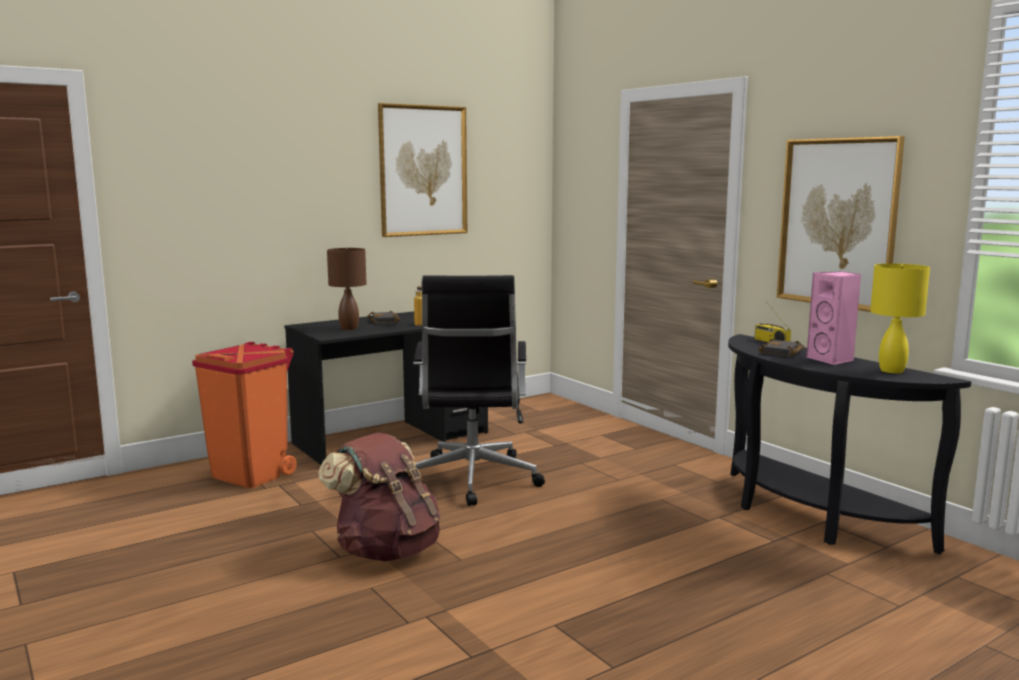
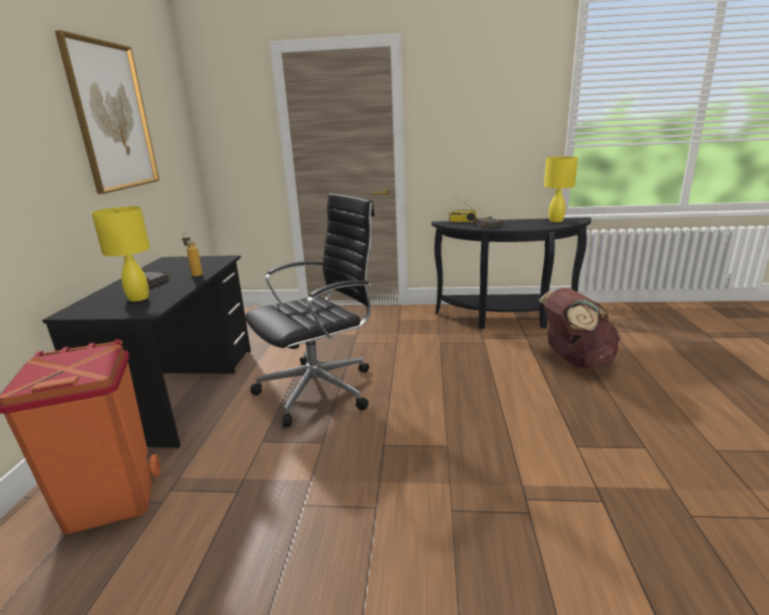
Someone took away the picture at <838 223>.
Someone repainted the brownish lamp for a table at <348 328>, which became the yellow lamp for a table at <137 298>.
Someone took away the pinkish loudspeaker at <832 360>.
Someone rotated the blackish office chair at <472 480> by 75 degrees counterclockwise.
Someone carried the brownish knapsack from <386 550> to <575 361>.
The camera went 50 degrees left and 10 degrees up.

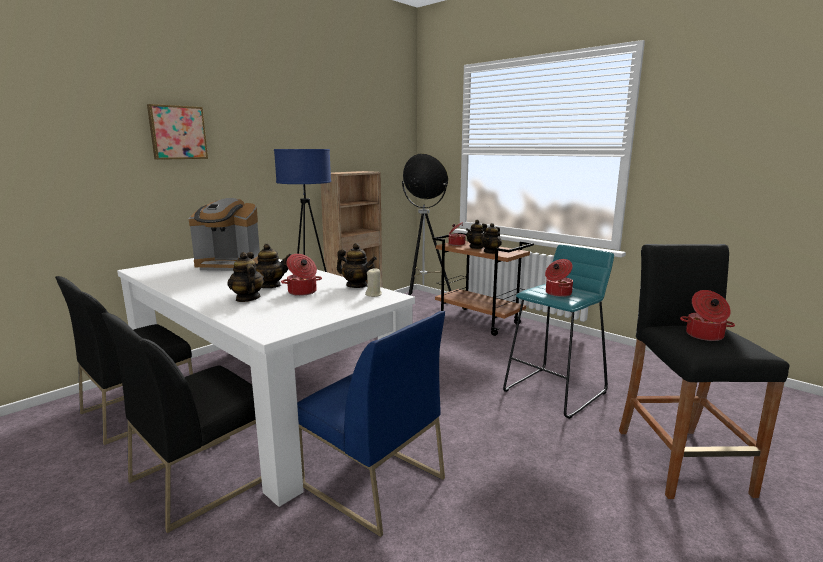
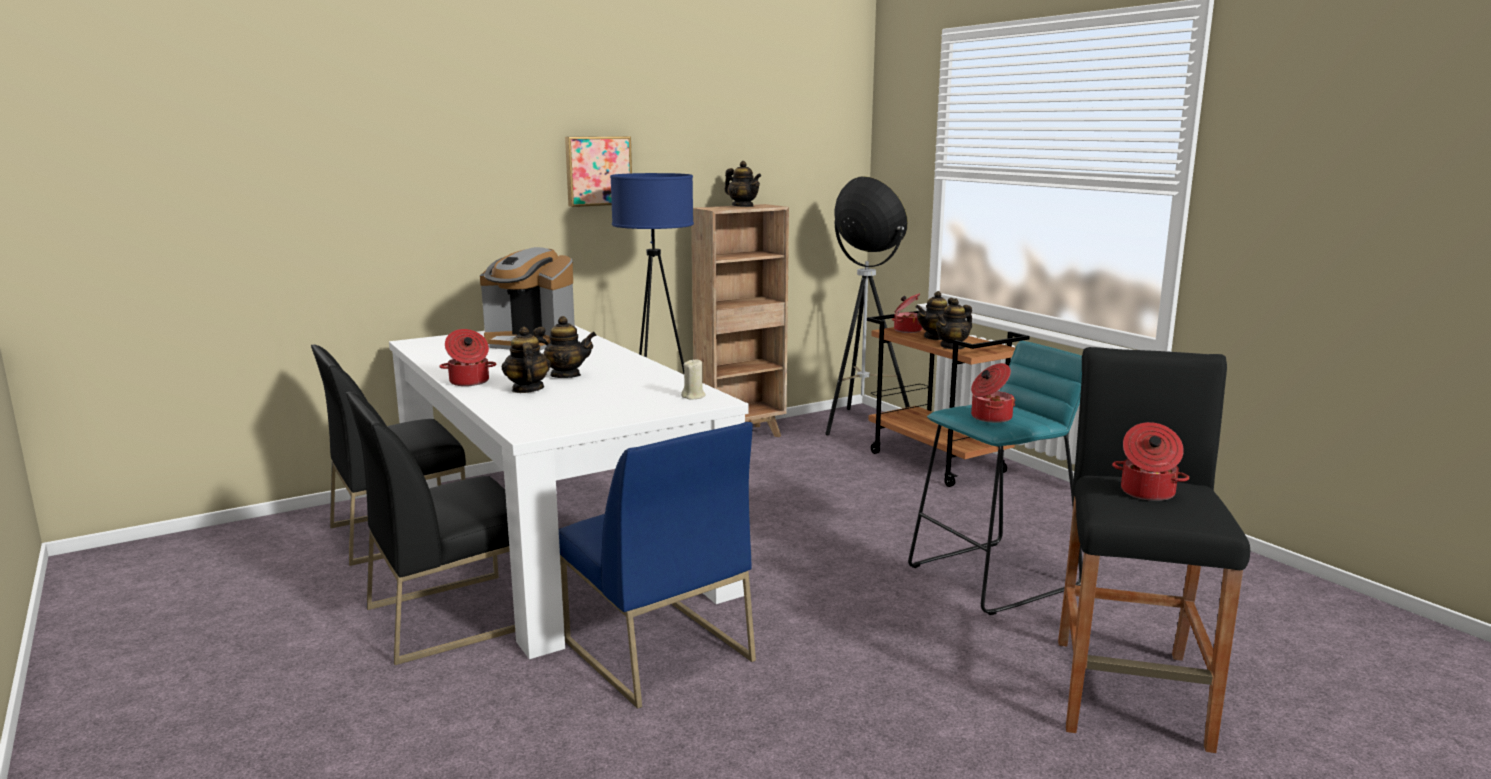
Someone carried the picture from <177 132> to <598 171>.
Someone carried the teapot from <357 286> to <743 206>.
Someone carried the saucepot from <302 292> to <469 382>.
The camera went 15 degrees right and 0 degrees up.

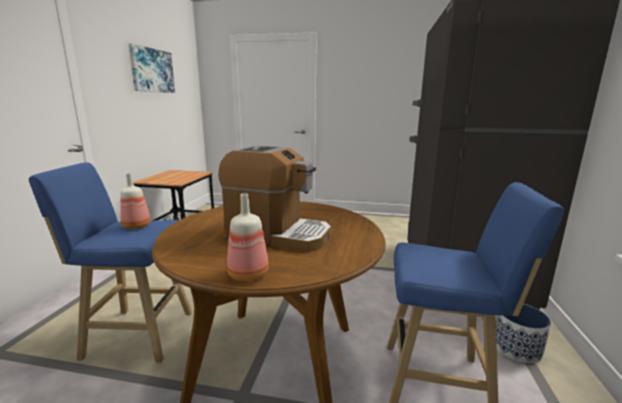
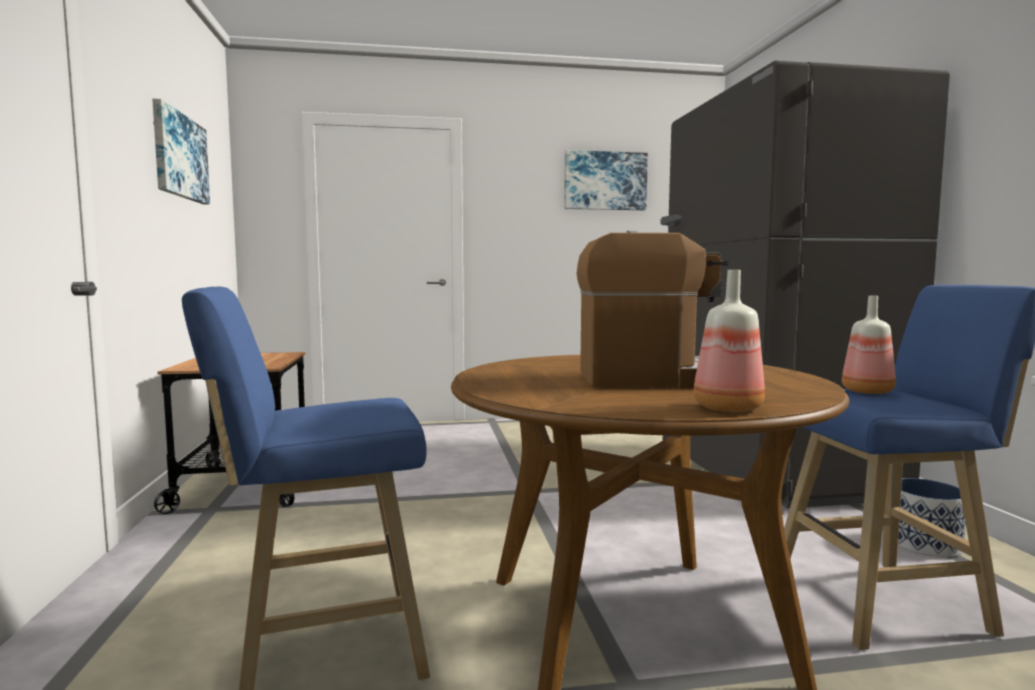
Someone carried the bottle from <137 226> to <868 391>.
Someone put up the picture at <605 181>.
The camera went 20 degrees left and 10 degrees down.

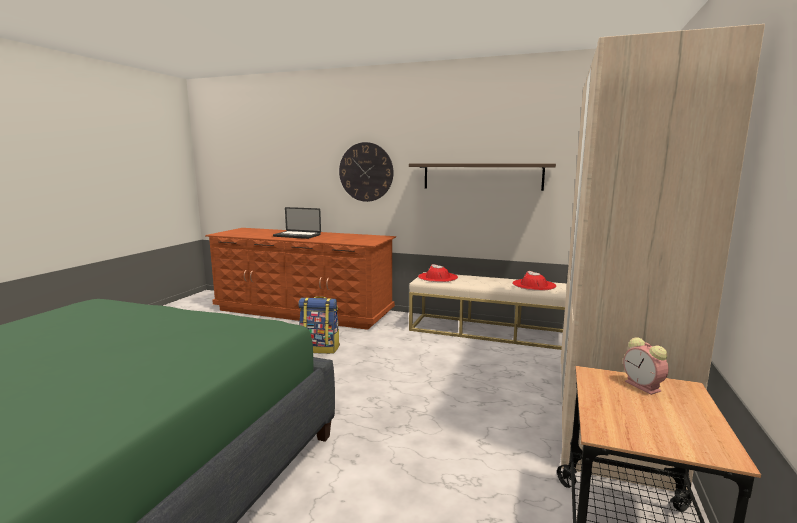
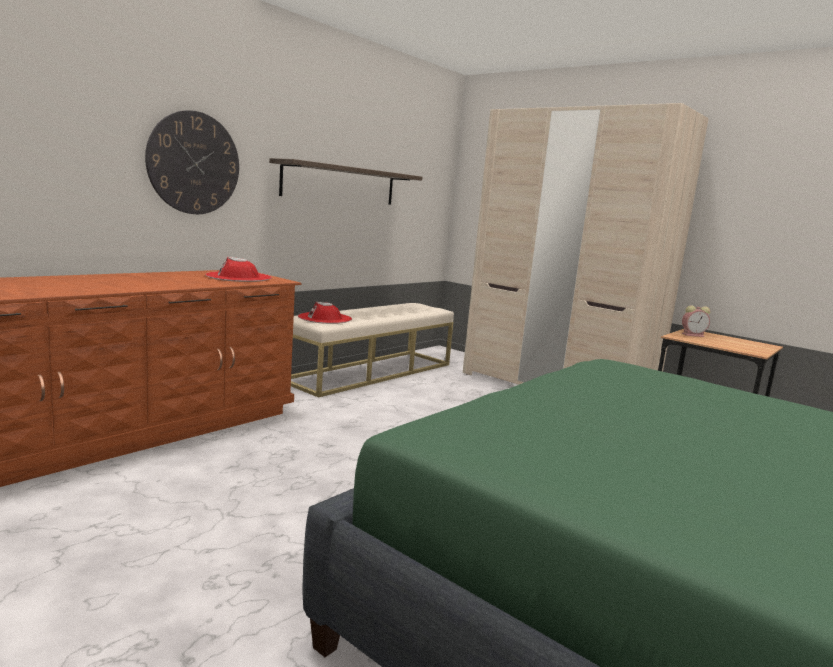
Someone took away the notebook computer at <297 235>.
Someone carried the red clothing hat from <534 285> to <239 277>.
Someone took away the knapsack at <320 348>.
The camera went 70 degrees left and 0 degrees up.

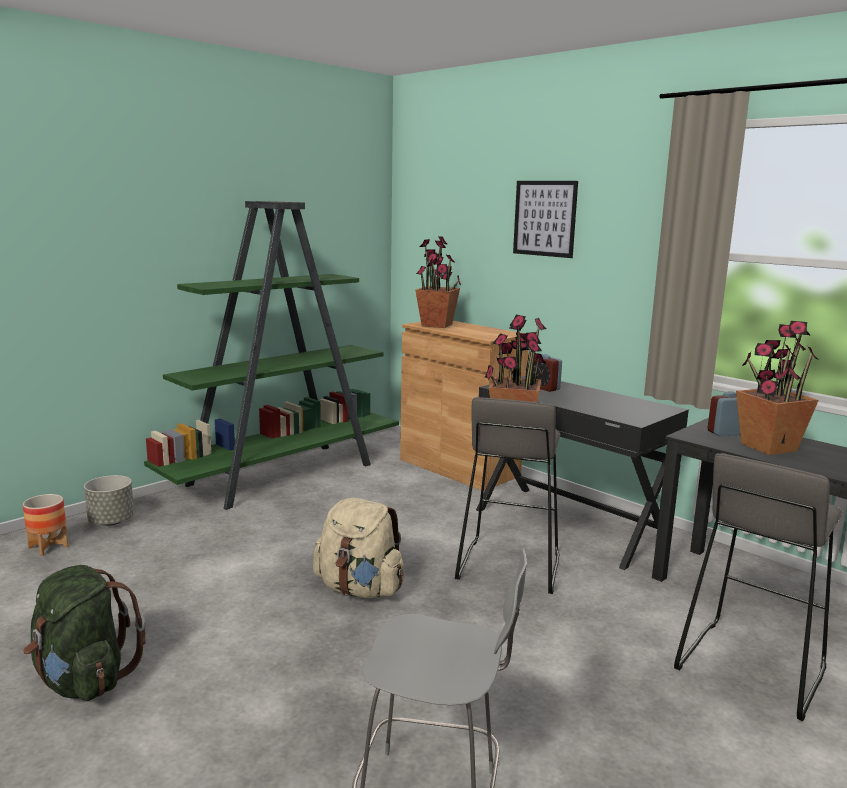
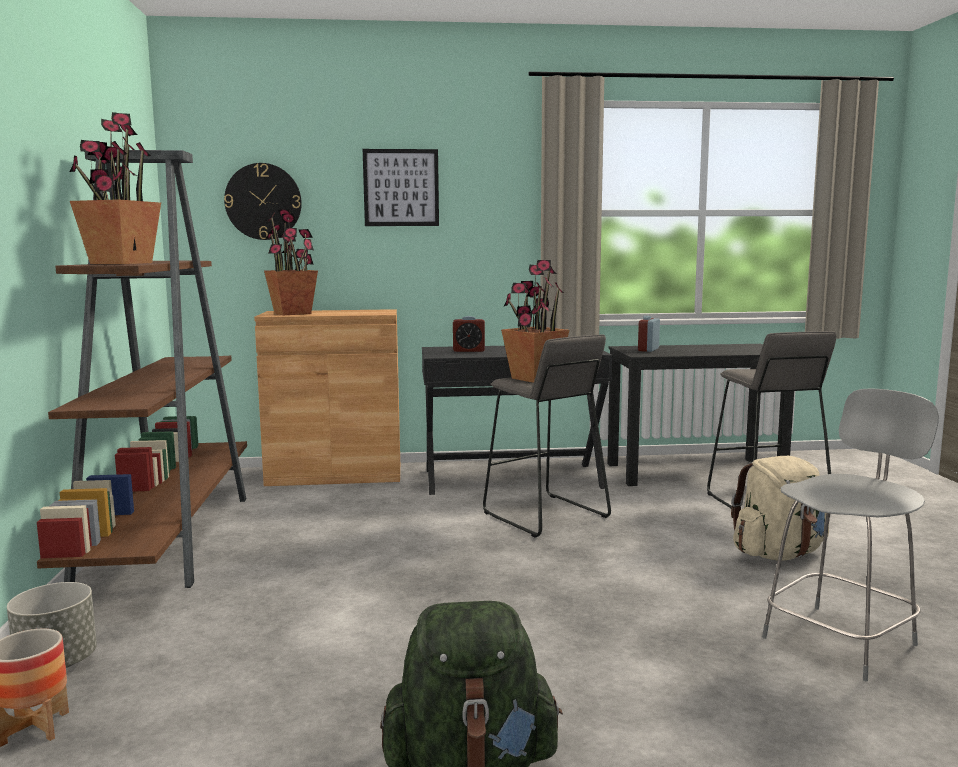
Someone repainted the green-coloured bookshelf at <284 474>, which became the brownish bookshelf at <169 537>.
Someone carried the plant in a pot from <767 447> to <120 263>.
Someone carried the beige knapsack from <360 589> to <778 554>.
Someone put up the hanging clock at <263 201>.
The camera went 50 degrees left and 5 degrees down.

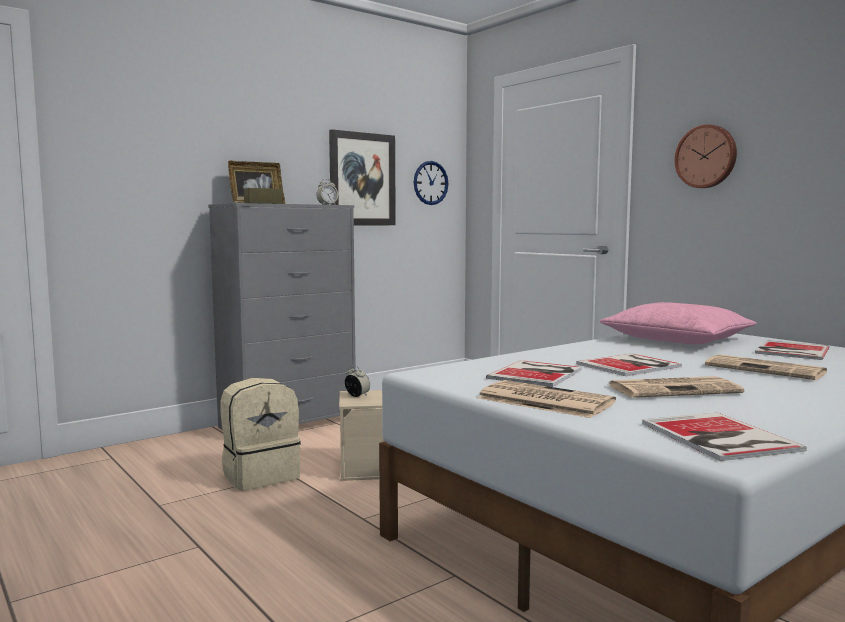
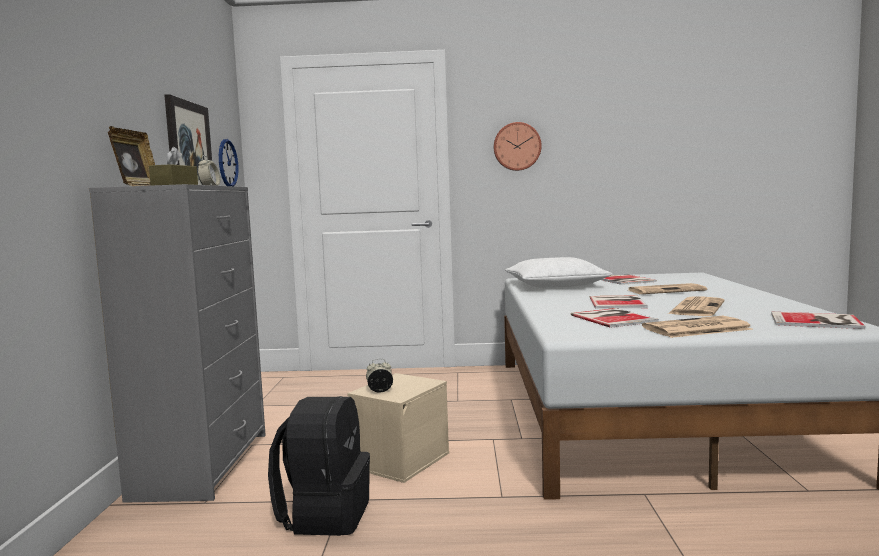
Someone repainted the pinkish throw pillow at <676 340>, which became the white-coloured throw pillow at <555 285>.
Someone repainted the beige knapsack at <260 475>, which became the blackish knapsack at <325 515>.
The camera went 50 degrees left and 0 degrees up.

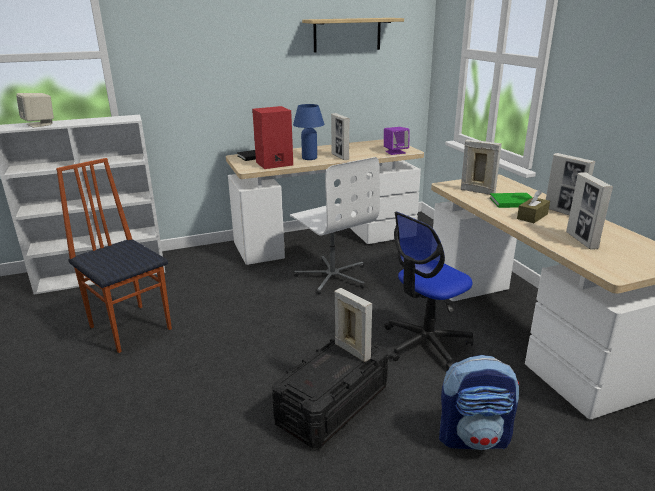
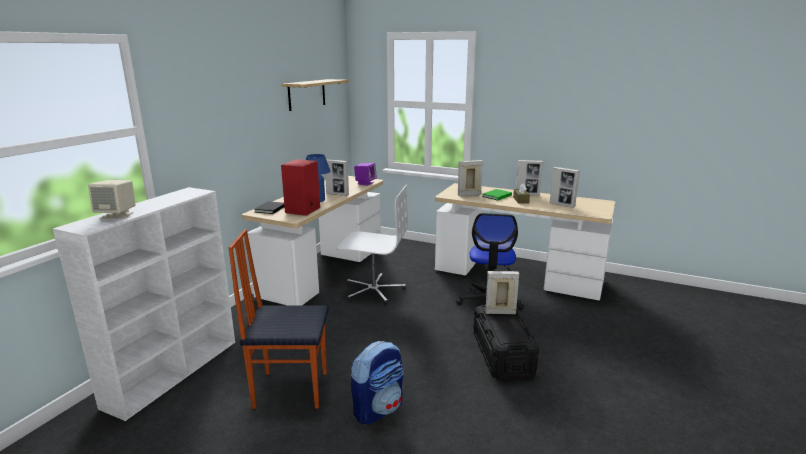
Someone carried the knapsack from <474 437> to <378 409>.
The camera went 45 degrees left and 5 degrees down.

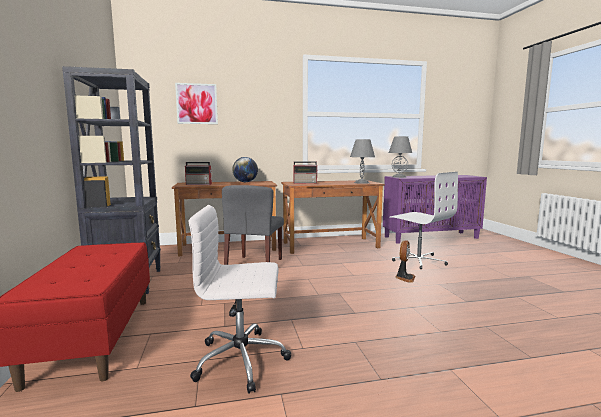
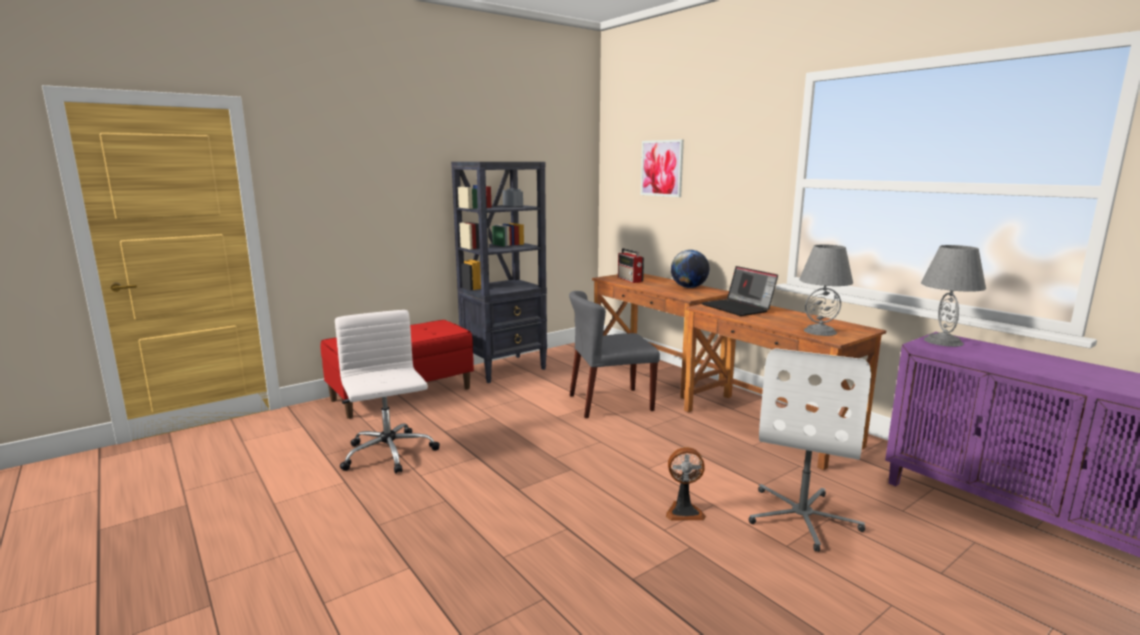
Someone swapped the radio receiver at <305 183> for the notebook computer at <738 308>.
The camera went 65 degrees right and 5 degrees up.

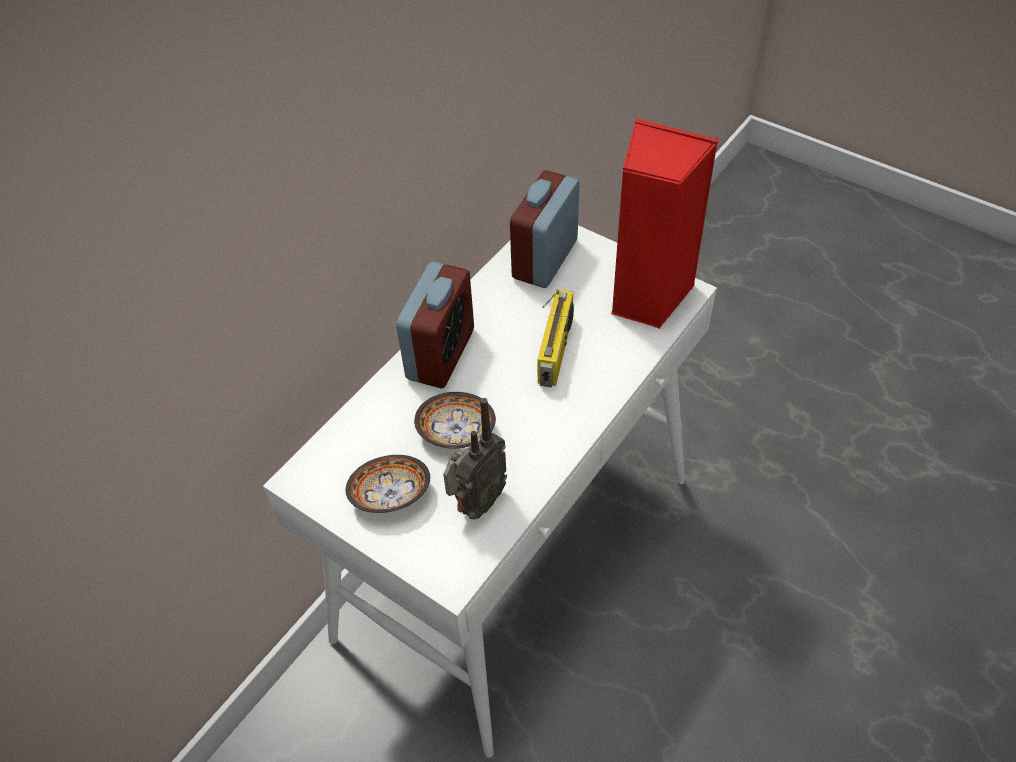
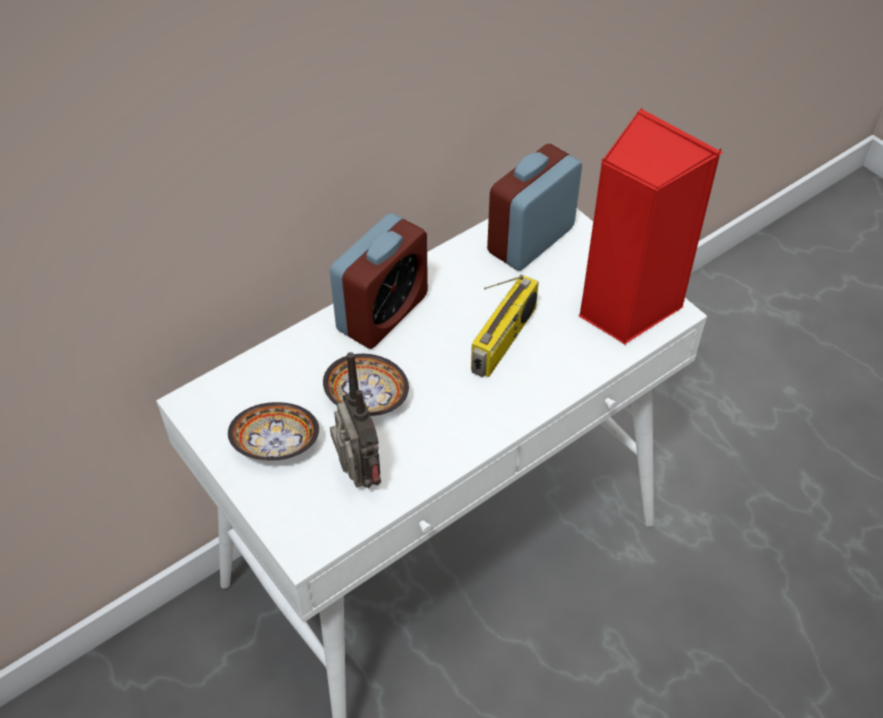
Someone rotated the radio receiver at <476 504> by 75 degrees counterclockwise.
The camera went 15 degrees right and 0 degrees up.

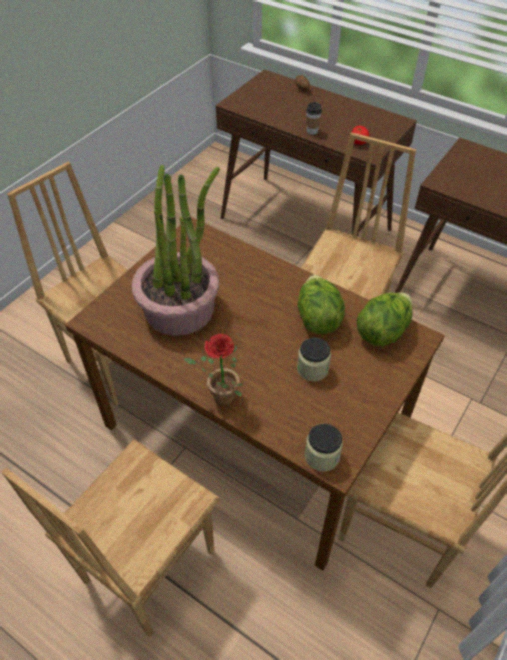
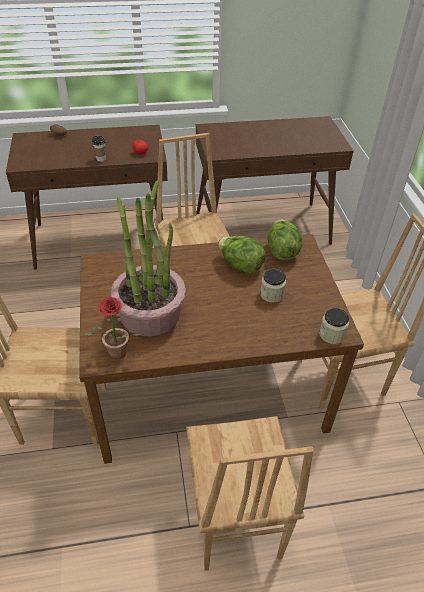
Someone carried the plant in a pot from <219 398> to <115 355>.
The camera went 45 degrees left and 5 degrees down.

